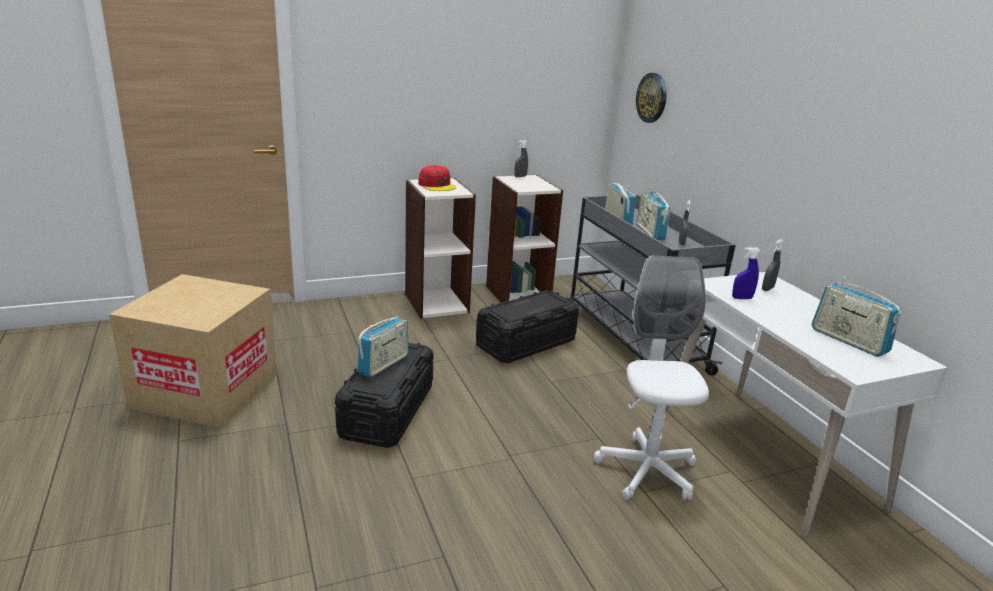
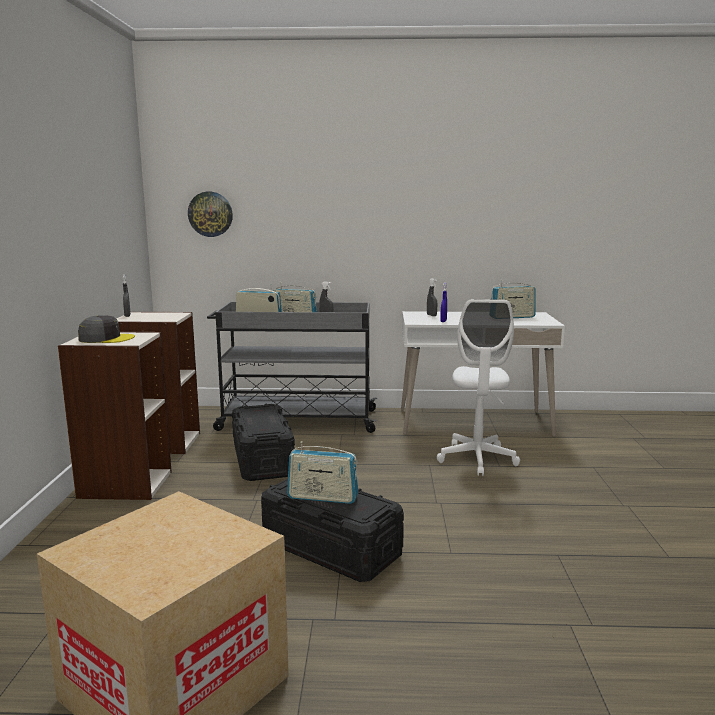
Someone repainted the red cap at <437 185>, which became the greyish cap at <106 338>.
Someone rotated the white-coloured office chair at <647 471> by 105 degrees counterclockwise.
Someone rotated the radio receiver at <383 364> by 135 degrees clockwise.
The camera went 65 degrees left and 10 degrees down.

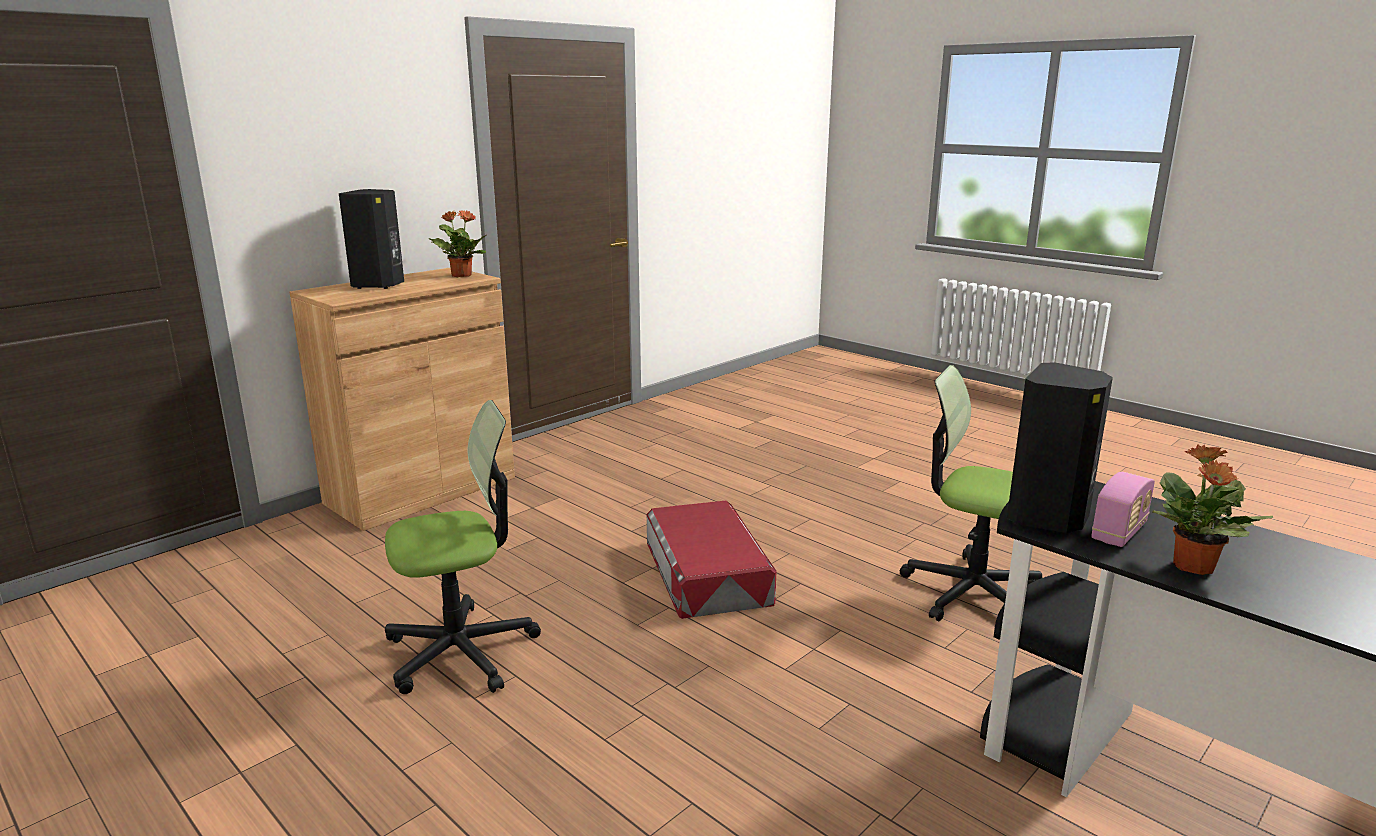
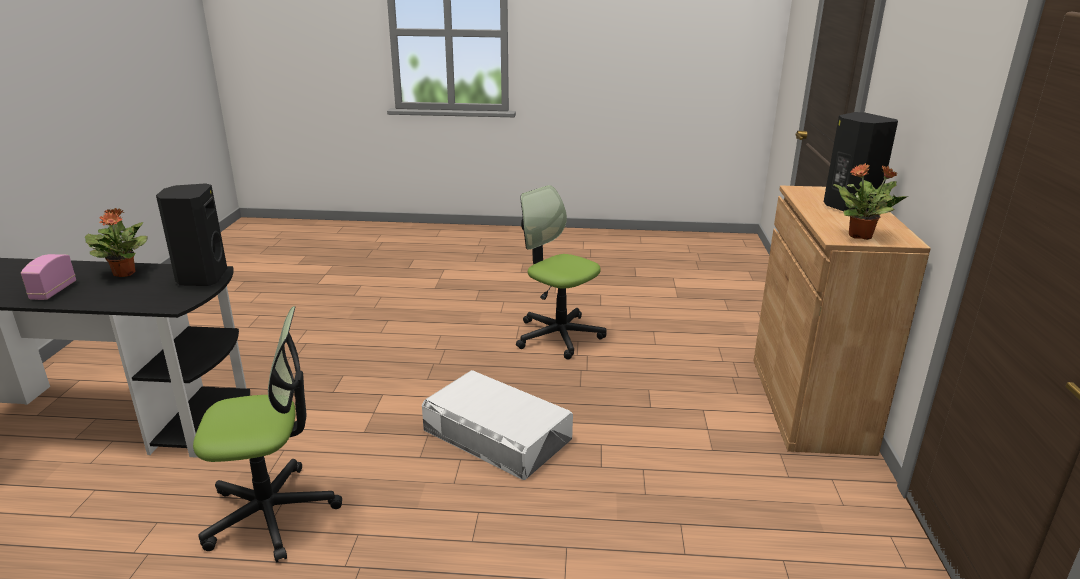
Someone rotated the office chair at <461 651> by 105 degrees clockwise.
Someone carried the radio receiver from <1119 532> to <53 291>.
Someone repainted the red storage container at <706 572>, which became the white-coloured storage container at <497 434>.
The camera went 140 degrees right and 5 degrees up.

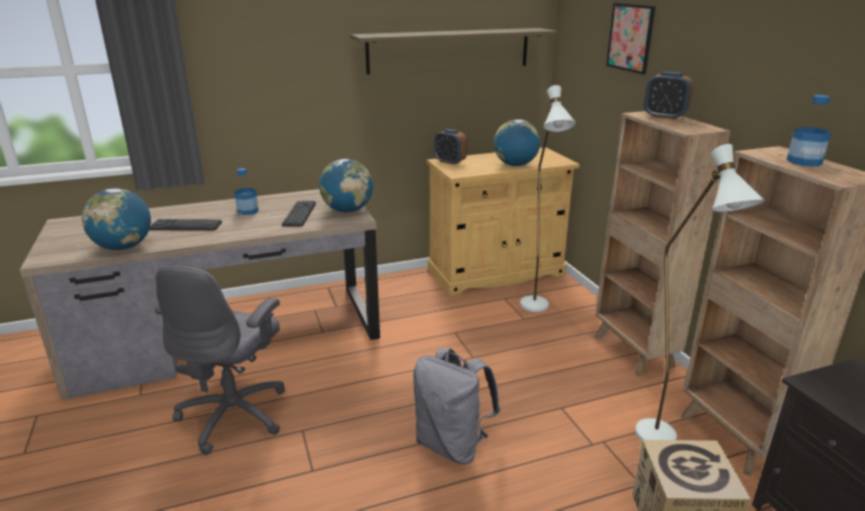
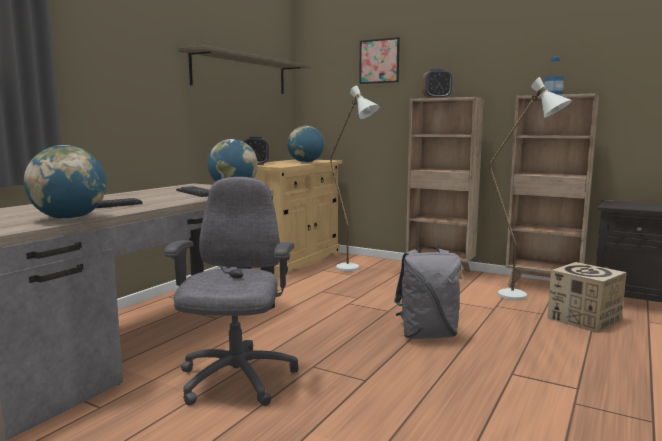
Someone took away the bottle at <247 211>.
Someone rotated the greyish office chair at <235 414> by 150 degrees counterclockwise.
The camera went 40 degrees left and 15 degrees down.

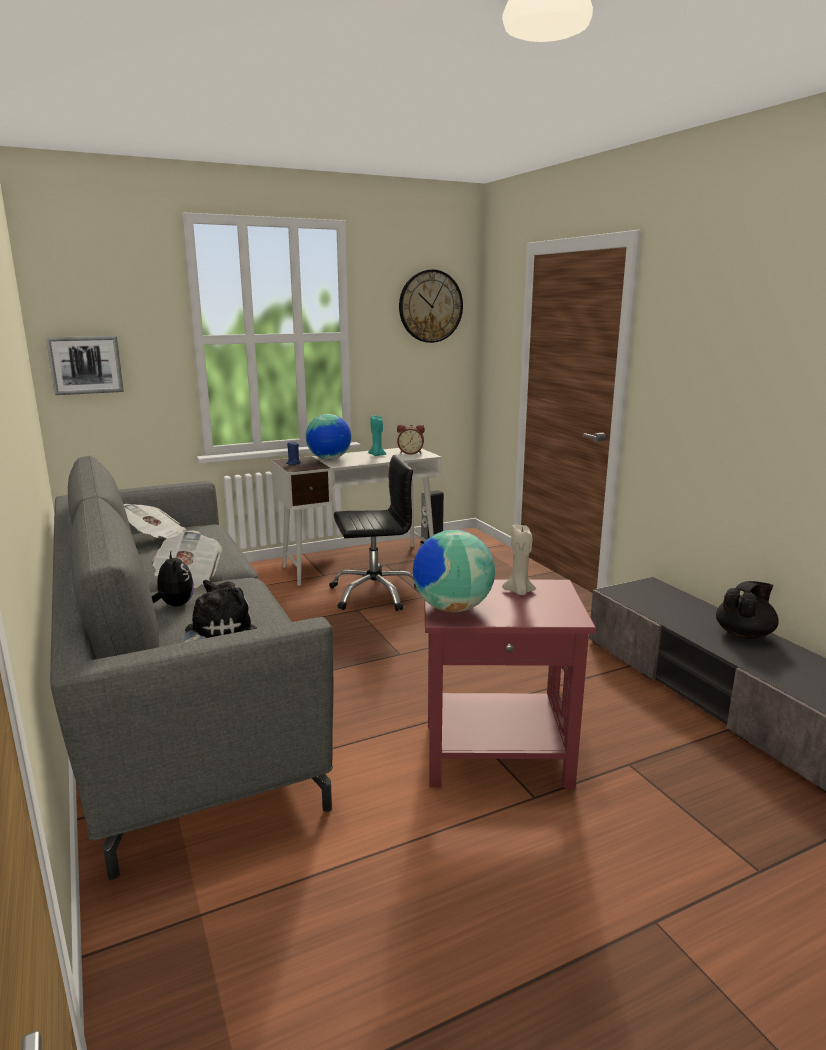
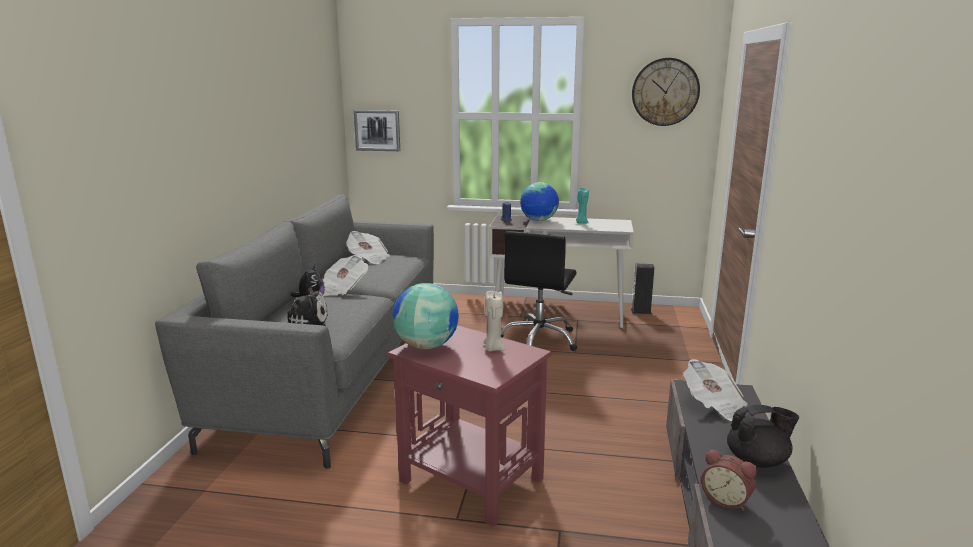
Someone carried the alarm clock from <410 453> to <726 500>.
Someone rotated the blackish office chair at <374 593> by 90 degrees clockwise.
Someone put down the newspaper at <713 405>.
The camera went 35 degrees right and 0 degrees up.

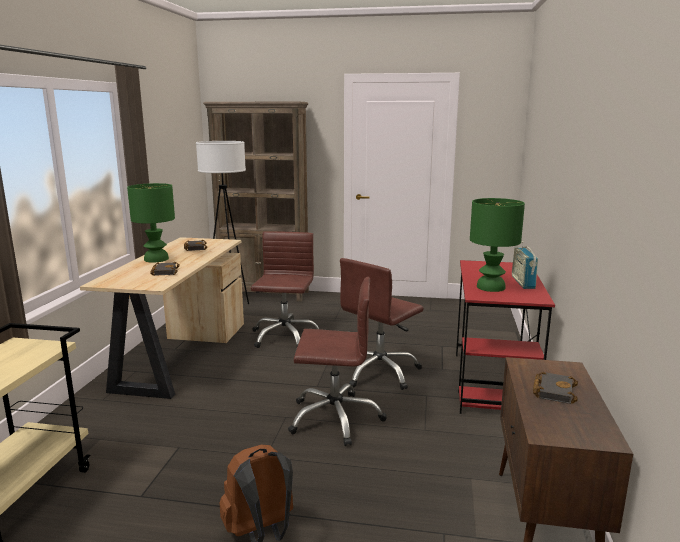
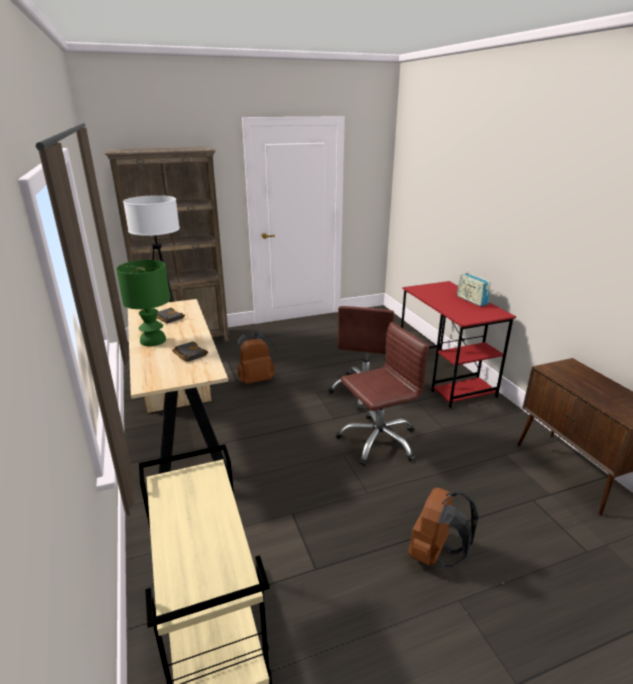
Someone took away the green-coloured lamp for a table at <491 287>.
Someone swapped the brownish office chair at <284 336> for the brownish knapsack at <255 379>.
Someone took away the blackish book at <553 390>.
The camera went 30 degrees left and 10 degrees up.

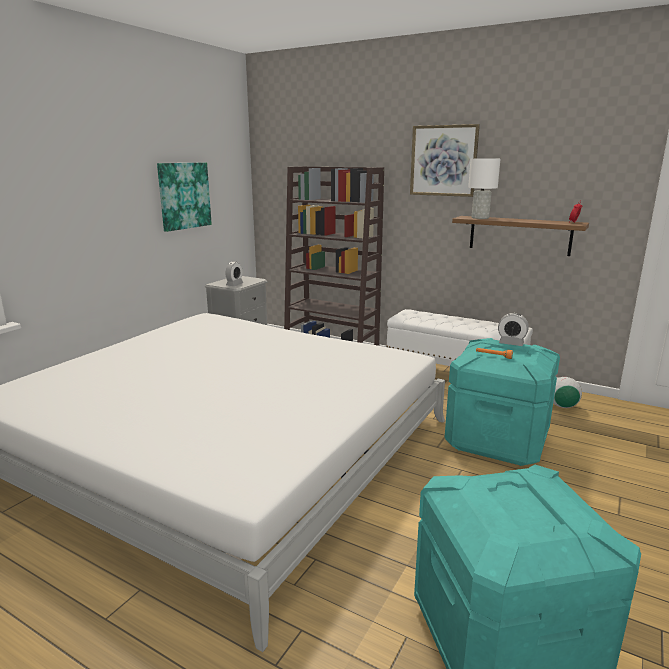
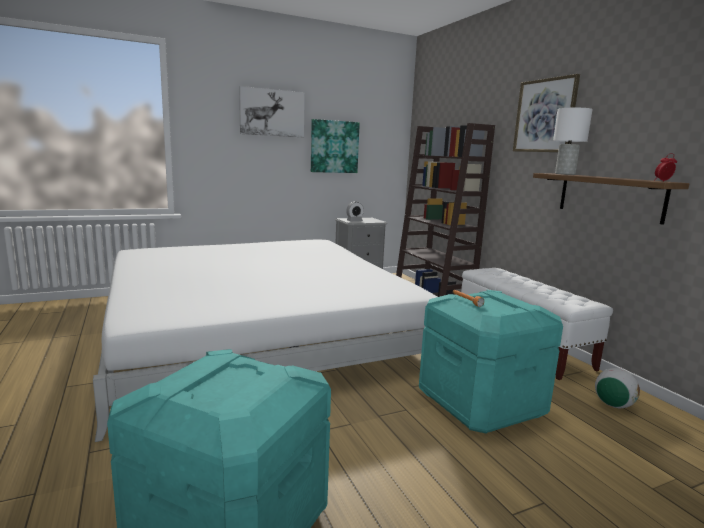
Someone took away the alarm clock at <511 343>.
Someone put up the picture at <272 113>.
The camera went 35 degrees right and 5 degrees down.

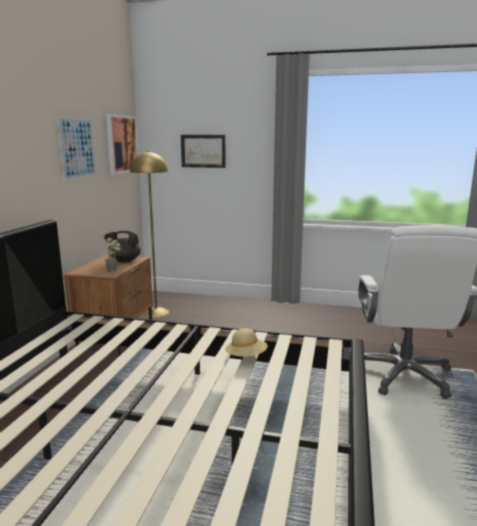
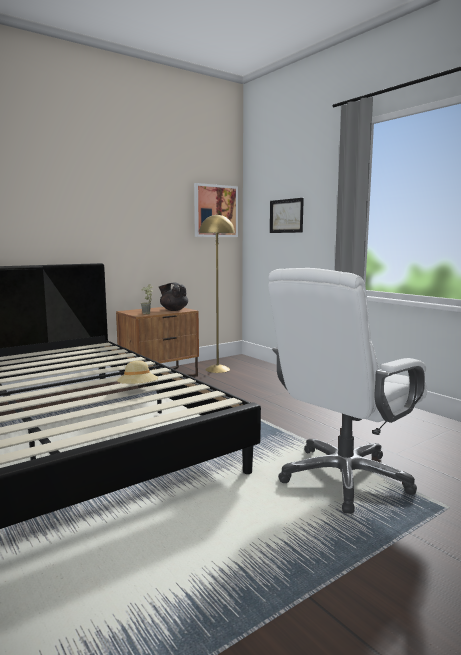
Someone took away the picture at <78 148>.
The camera went 40 degrees right and 5 degrees down.

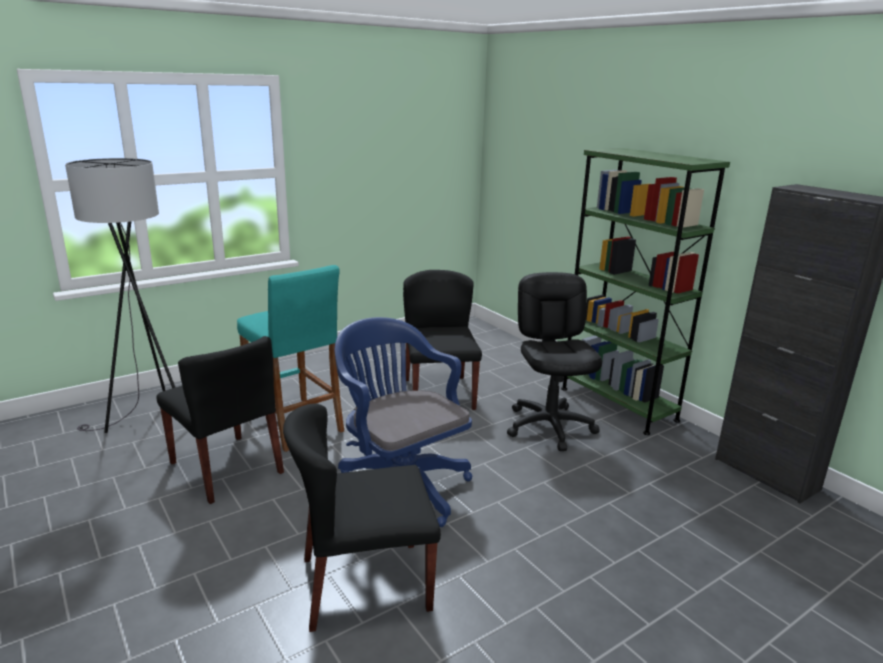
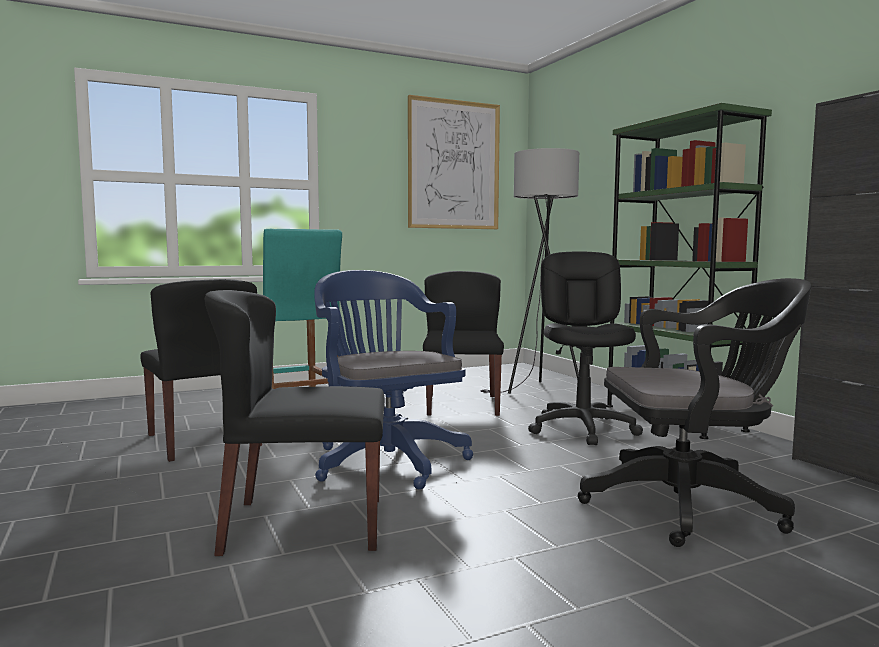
Someone carried the greyish standard lamp from <148 422> to <539 391>.
Someone put up the picture at <454 165>.
Someone put down the blackish office chair at <691 506>.
The camera went 10 degrees right and 15 degrees down.

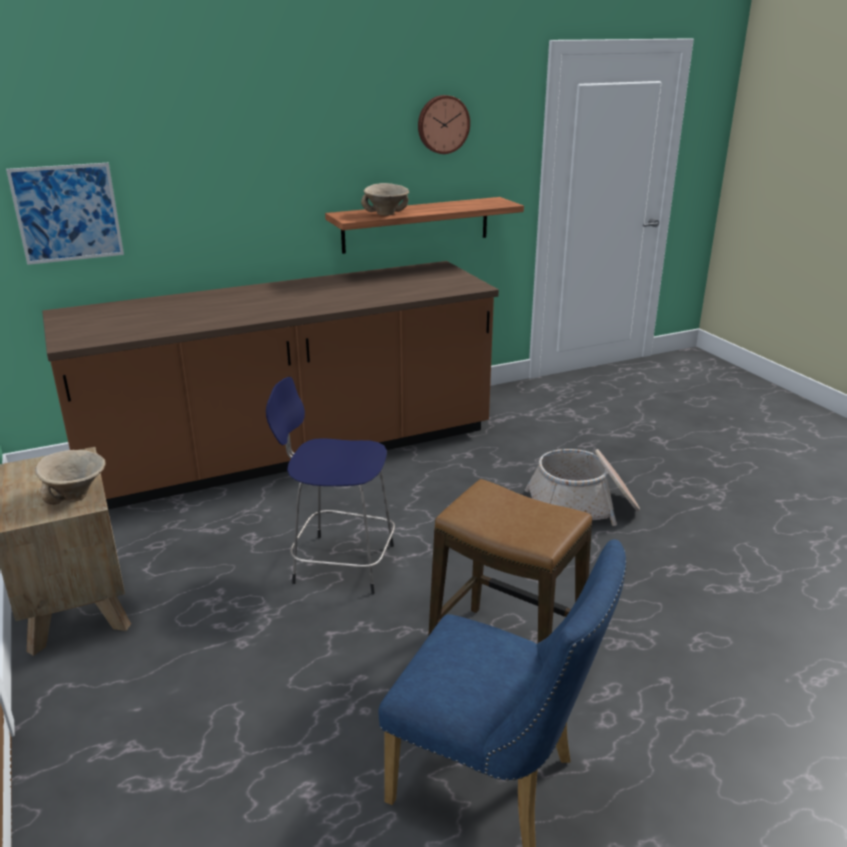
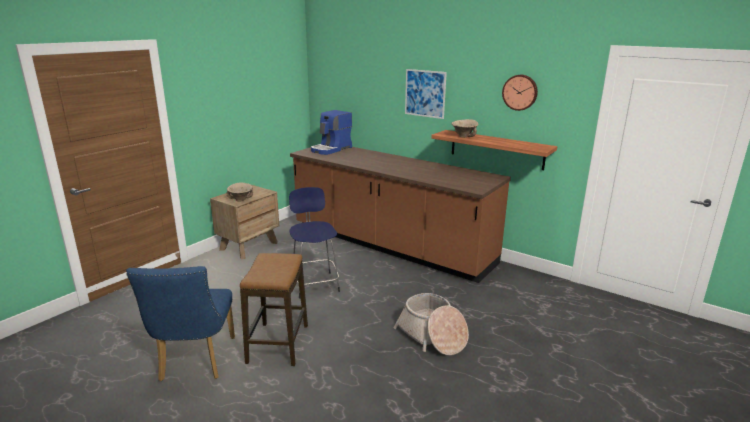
Someone carried the picture from <67 213> to <425 93>.
Someone put down the coffee machine at <331 149>.
The camera went 60 degrees right and 5 degrees down.

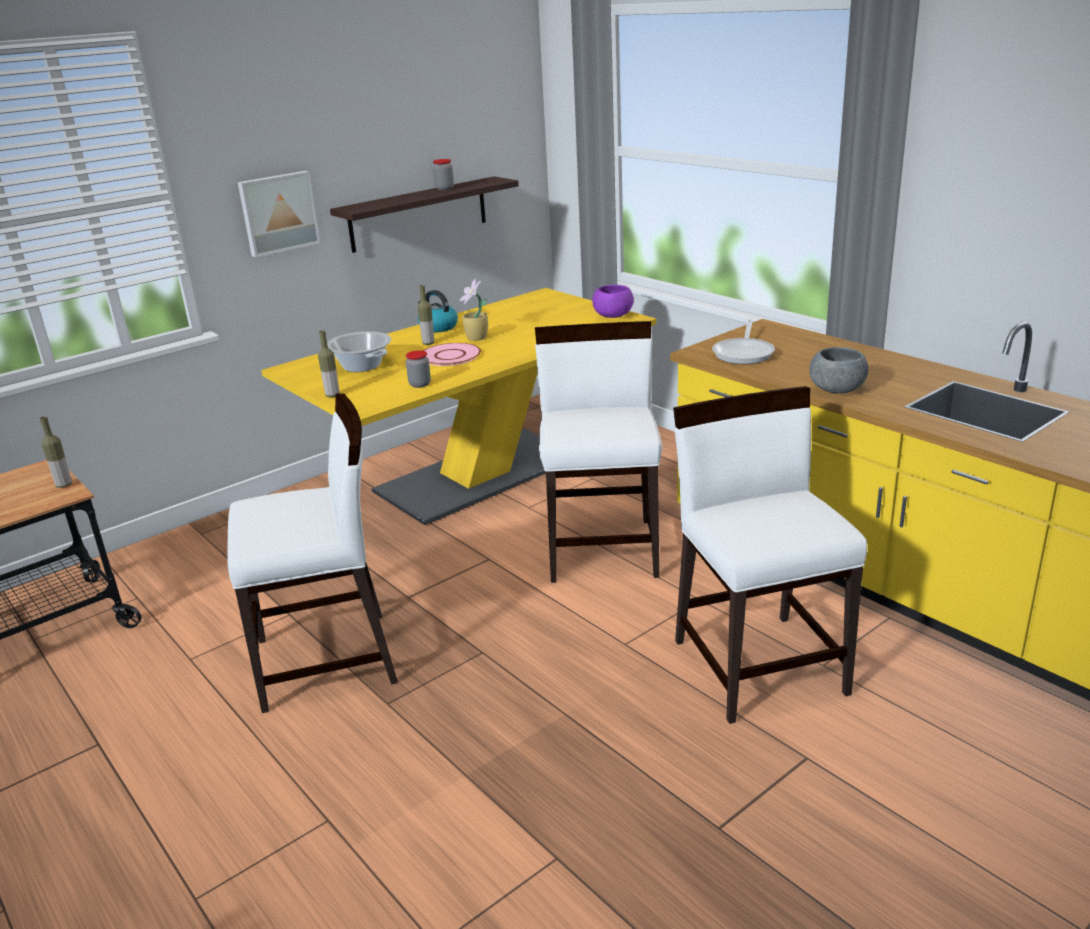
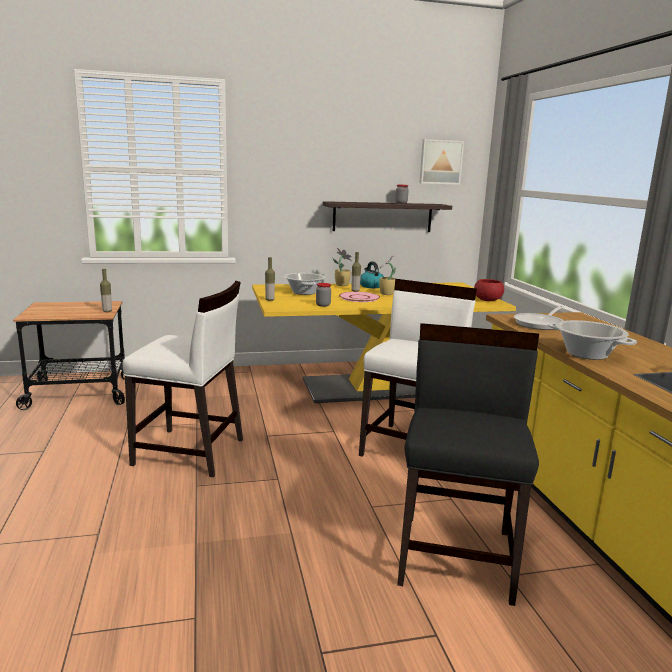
Someone carried the picture from <278 213> to <440 162>.
Someone repainted the purplish deep dish at <613 316>, which became the red deep dish at <488 300>.
Someone swapped the greyish deep dish at <837 390> for the saucepot at <587 354>.
Someone repainted the white-coloured chair at <759 665>, which became the blackish chair at <457 556>.
Someone put down the plant in a pot at <341 285>.
The camera went 25 degrees right and 10 degrees down.

